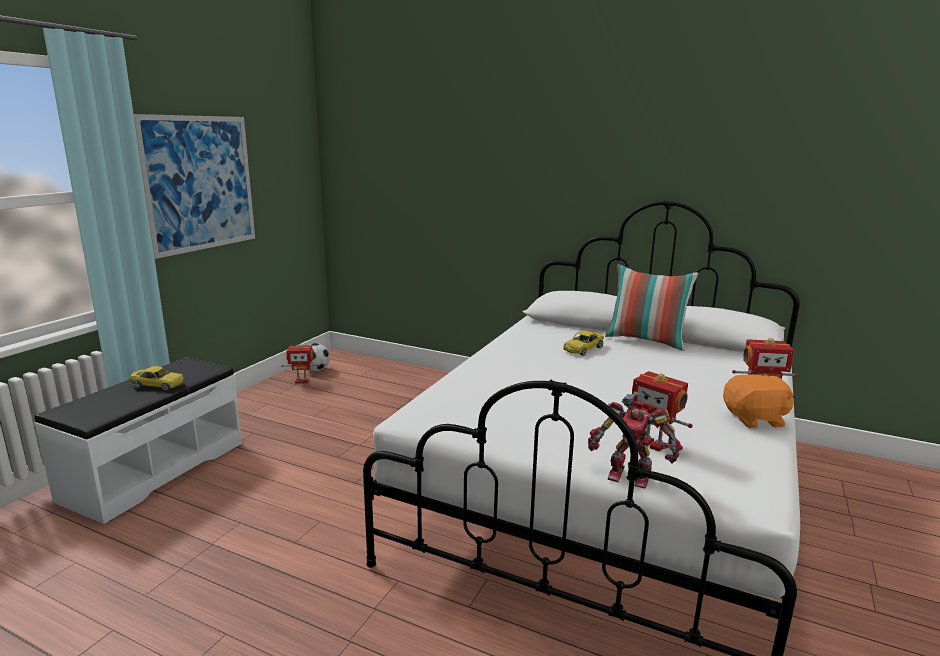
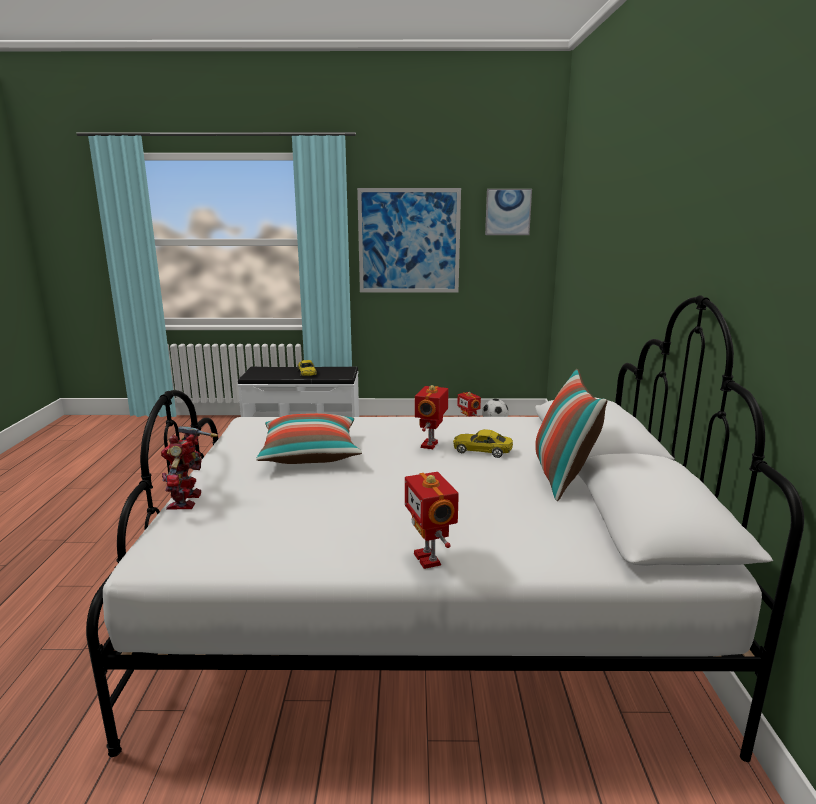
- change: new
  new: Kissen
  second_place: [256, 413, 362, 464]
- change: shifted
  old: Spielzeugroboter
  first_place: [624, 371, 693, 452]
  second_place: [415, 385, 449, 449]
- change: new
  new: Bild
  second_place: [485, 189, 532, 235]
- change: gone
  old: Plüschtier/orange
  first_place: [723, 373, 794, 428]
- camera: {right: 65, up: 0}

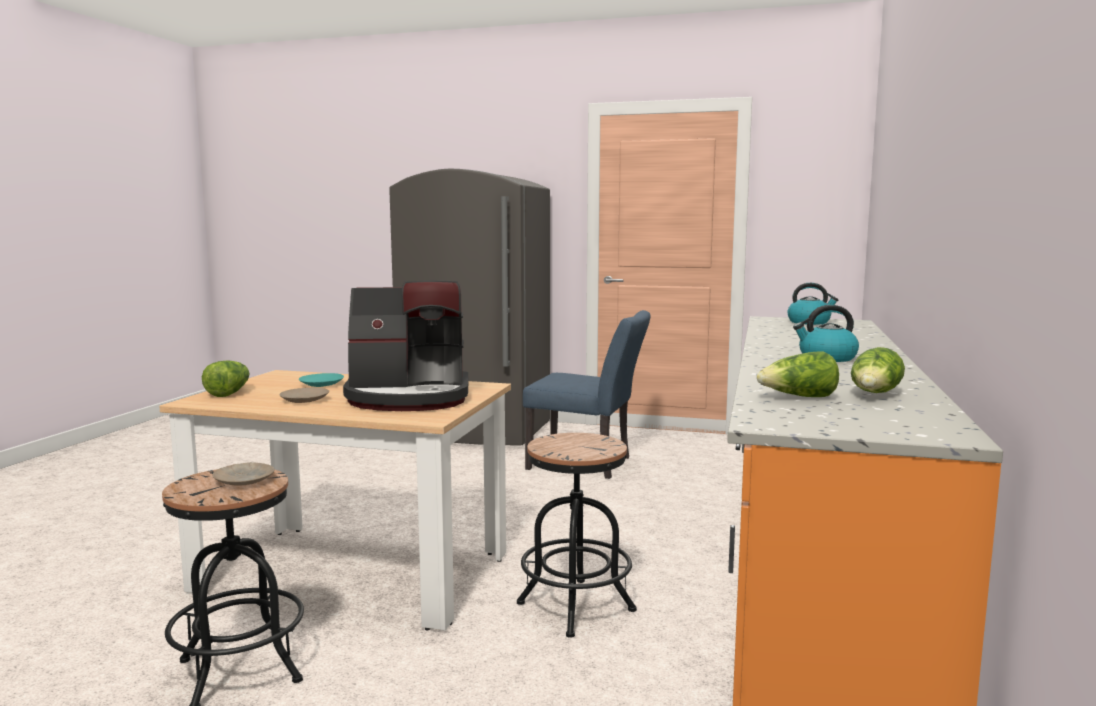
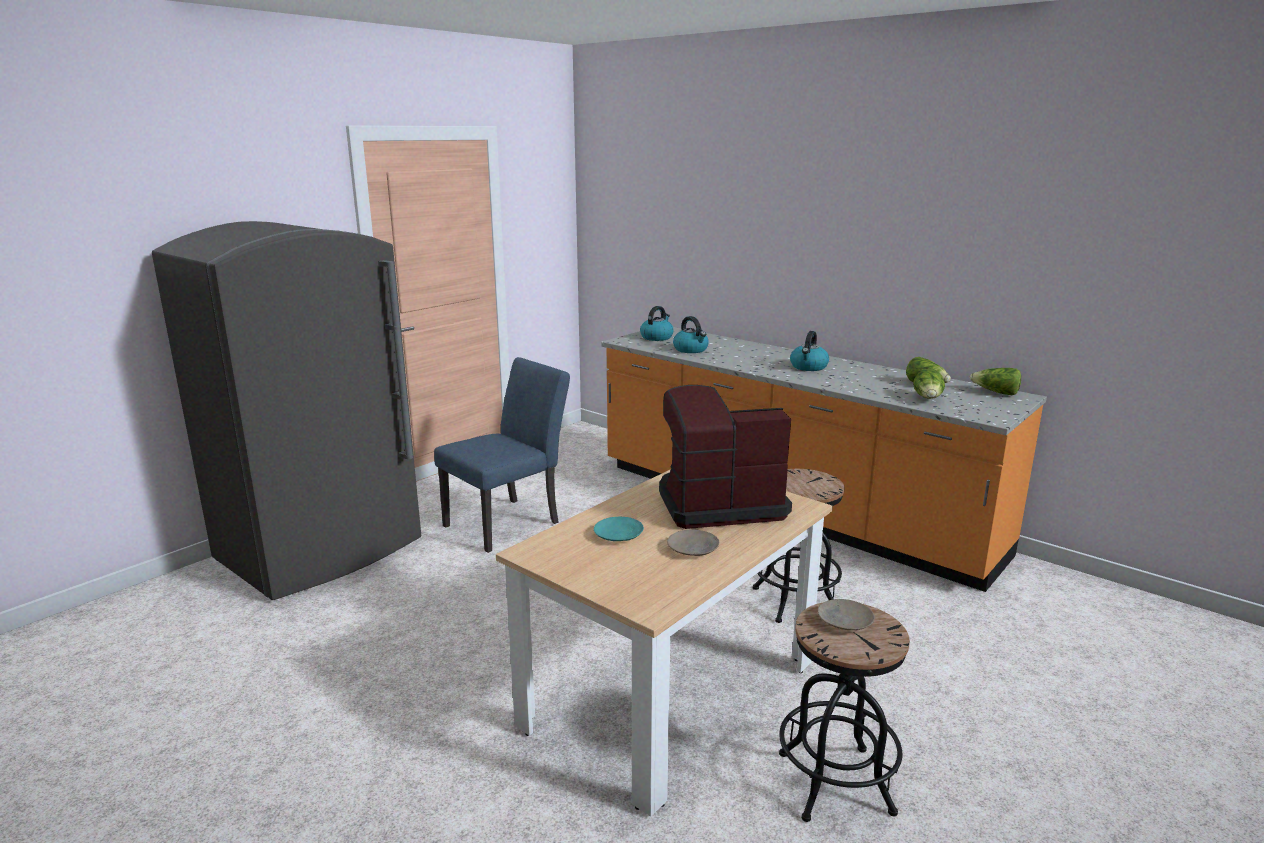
- change: rotated
  old: Kaffeemaschine
  first_place: [343, 280, 468, 411]
  second_place: [659, 385, 792, 529]
  degrees: -120
- change: new
  new: Wasserkessel
  second_place: [673, 316, 709, 353]
- change: shifted
  old: Salatkopf
  first_place: [202, 360, 250, 397]
  second_place: [970, 368, 1021, 395]
- camera: {right: -65, up: 10}

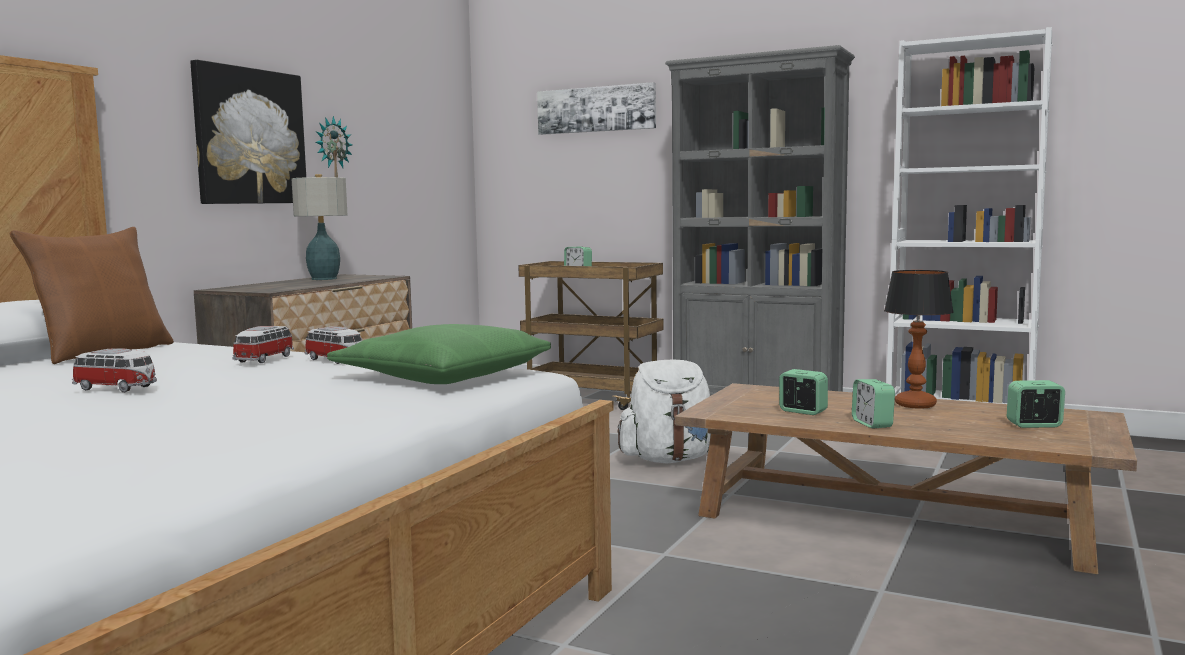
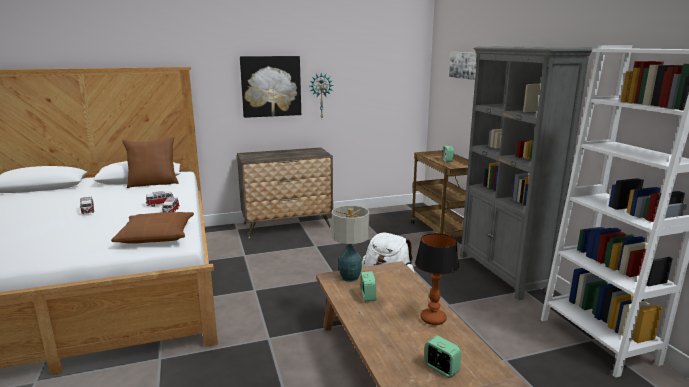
- change: repainted
  old: Kissen/grün
  new: Kissen/braun
  first_place: [327, 324, 551, 384]
  second_place: [111, 212, 194, 244]
- change: shifted
  old: Tischlampe
  first_place: [292, 174, 347, 280]
  second_place: [332, 205, 369, 282]
- change: gone
  old: Wecker
  first_place: [852, 379, 895, 428]
- camera: {right: 45, up: 10}

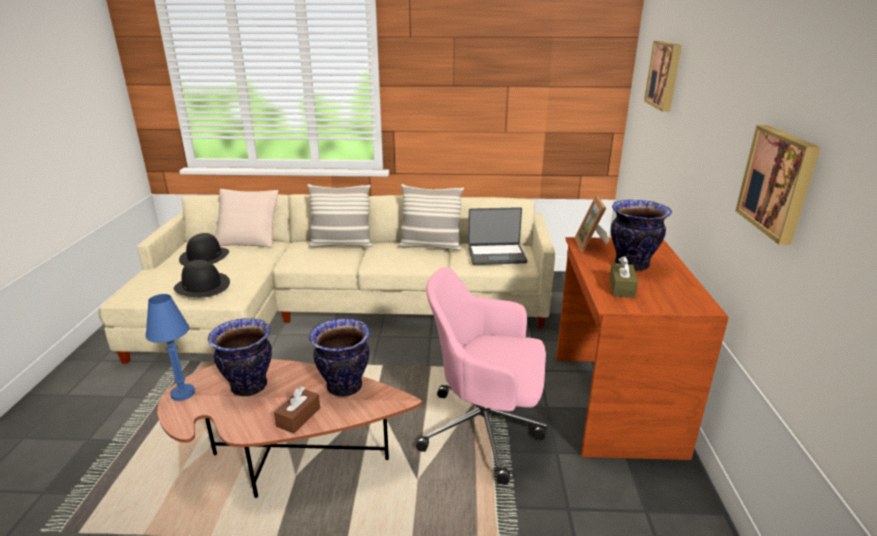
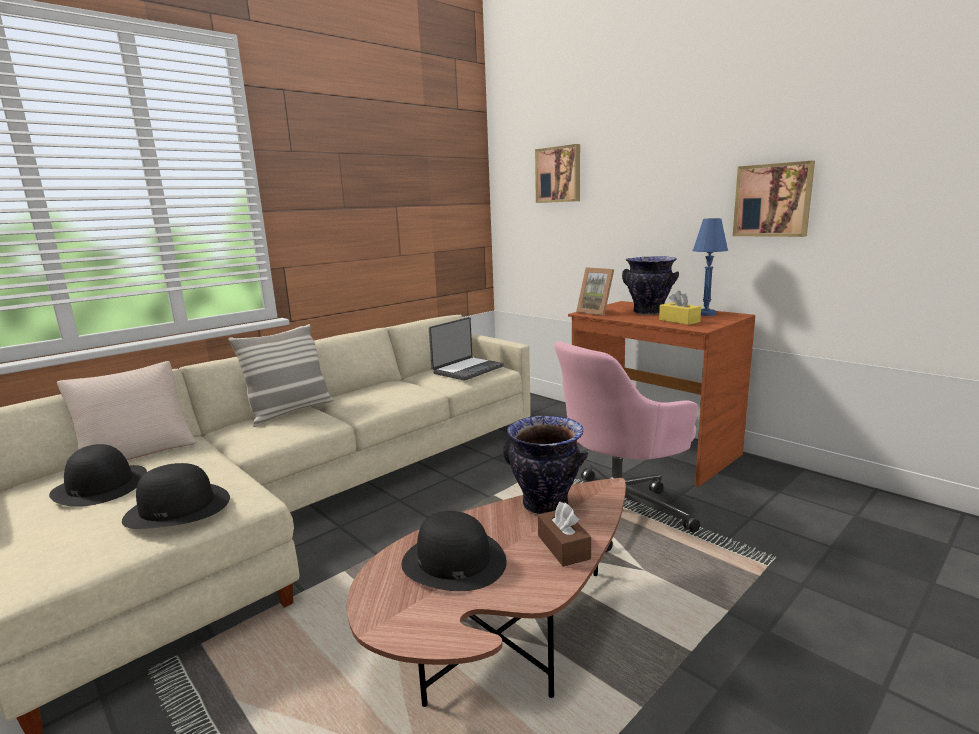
- change: swapped
  old: Vase
  new: Hut/schwarz
  first_place: [208, 318, 272, 396]
  second_place: [402, 511, 507, 591]
- change: repainted
  old: Taschentuchbox/braun
  new: Taschentuchbox/gelb
  first_place: [610, 256, 638, 298]
  second_place: [659, 291, 701, 325]
- change: shifted
  old: Tischlampe/blau
  first_place: [146, 294, 195, 401]
  second_place: [693, 218, 728, 316]
- change: gone
  old: Kissen
  first_place: [398, 184, 464, 250]
- camera: {right: -45, up: -10}

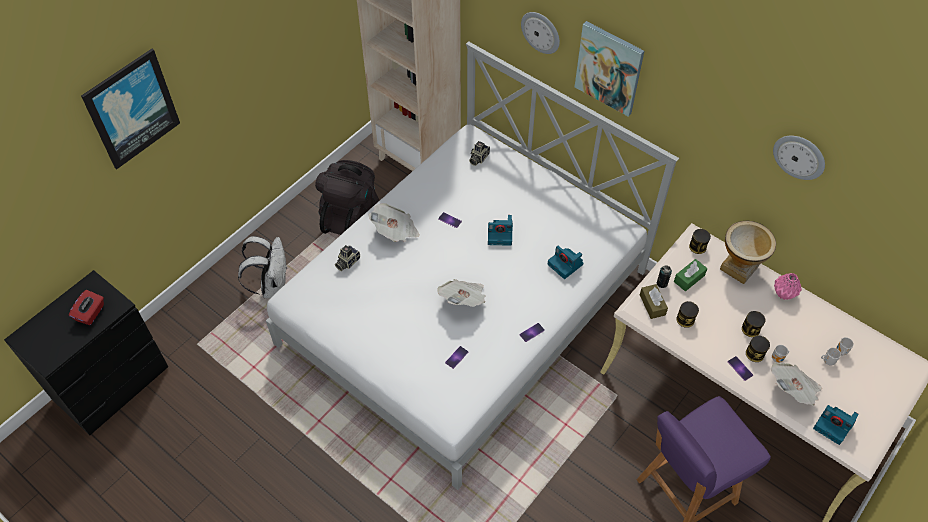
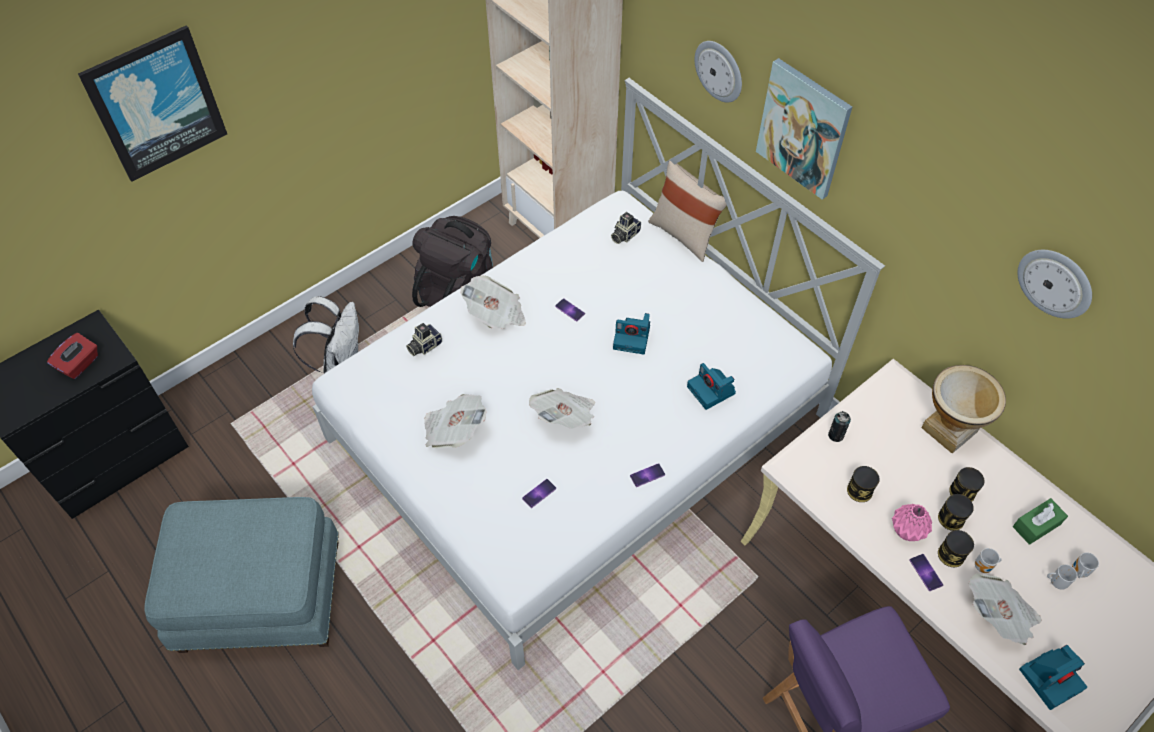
- change: new
  new: Polsterhocker/blau
  second_place: [144, 497, 339, 653]
- change: new
  new: Zeitung
  second_place: [424, 394, 486, 448]
- change: new
  new: Kissen/beige
  second_place: [648, 159, 727, 262]
- change: shifted
  old: Vase/rosa
  first_place: [774, 273, 802, 300]
  second_place: [892, 504, 932, 541]
- change: shifted
  old: Dose
  first_place: [689, 229, 711, 254]
  second_place: [949, 467, 985, 502]
- change: shifted
  old: Taschentuchbox/grün
  first_place: [674, 259, 707, 291]
  second_place: [1013, 498, 1068, 545]
- change: rotated
  old: Kamera
  first_place: [813, 405, 858, 445]
  second_place: [1019, 645, 1087, 710]
  degrees: -75
- change: gone
  old: Taschentuchbox/braun
  first_place: [640, 284, 668, 319]
- camera: {right: 10, up: 0}

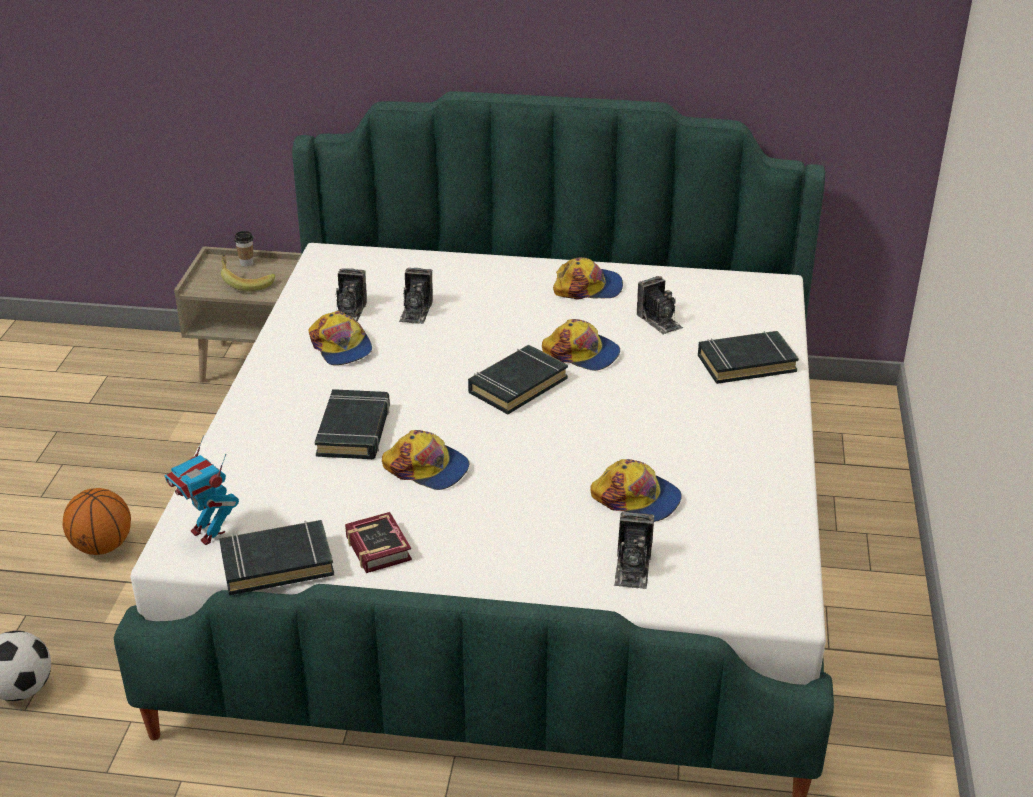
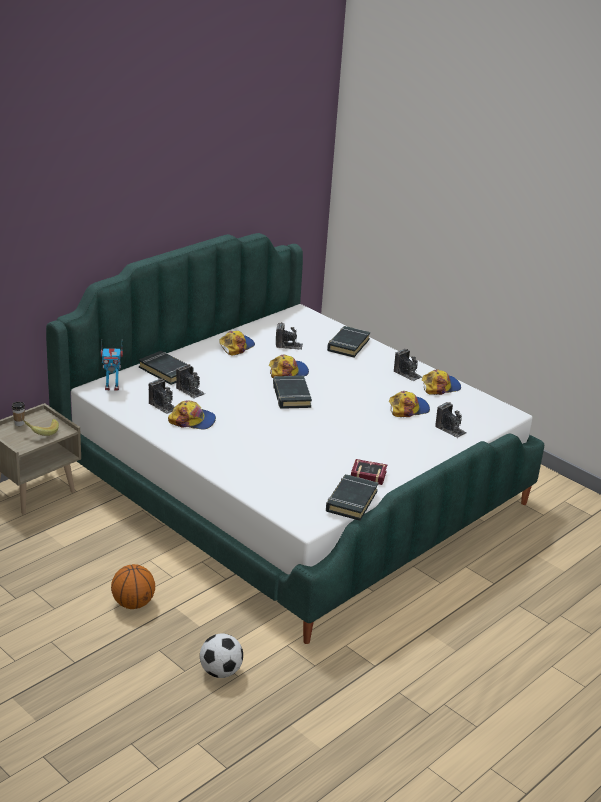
- change: shifted
  old: Spielzeugroboter
  first_place: [164, 436, 239, 545]
  second_place: [101, 346, 123, 390]
- change: shifted
  old: Buch/schwarz
  first_place: [315, 389, 390, 459]
  second_place: [139, 351, 193, 385]
- change: new
  new: Kamera
  second_place: [394, 349, 422, 381]
- change: shifted
  old: Kappe
  first_place: [382, 430, 469, 490]
  second_place: [422, 369, 461, 395]
- camera: {right: -55, up: -5}

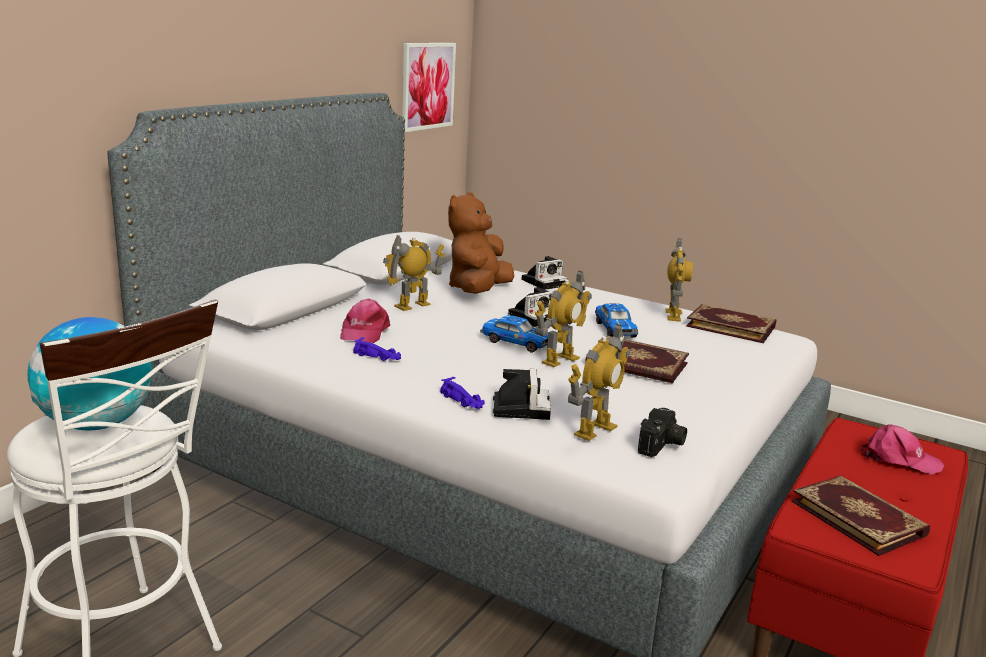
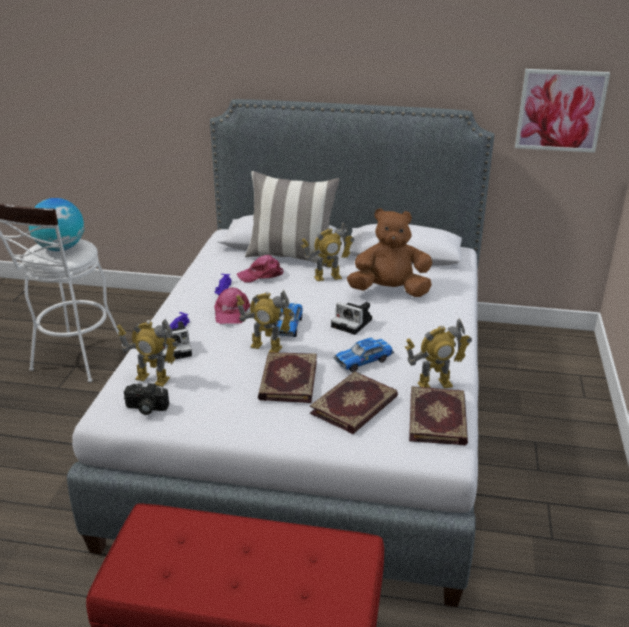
- change: shifted
  old: Kappe/rosa
  first_place: [861, 424, 944, 475]
  second_place: [214, 287, 250, 324]
- change: new
  new: Kissen
  second_place: [245, 171, 340, 268]
- change: rotated
  old: Spielzeugroboter
  first_place: [383, 235, 445, 311]
  second_place: [301, 222, 355, 281]
  degrees: 135
- change: shifted
  old: Buch
  first_place: [791, 476, 930, 556]
  second_place: [310, 371, 398, 434]
- change: gone
  old: Kamera
  first_place: [522, 256, 568, 290]
- camera: {right: 70, up: 10}

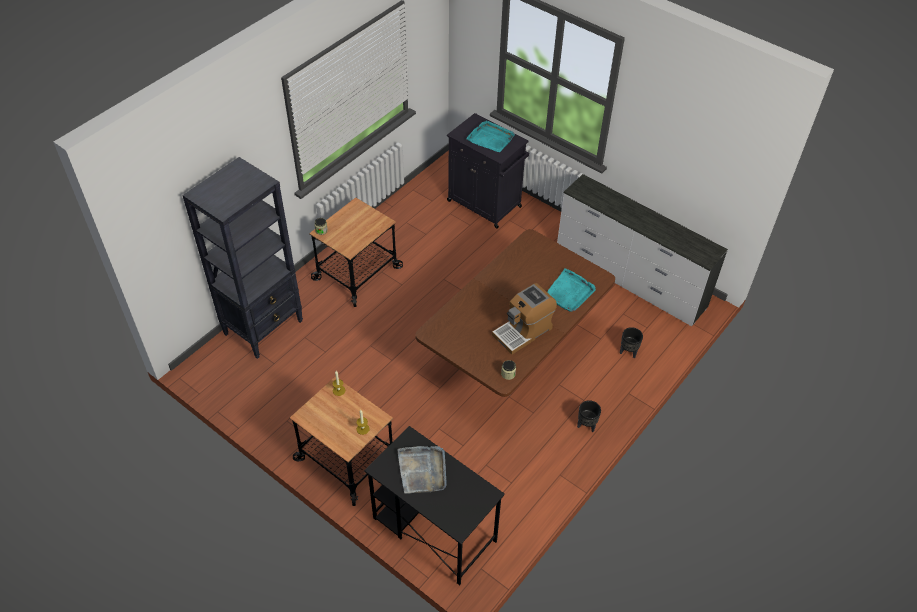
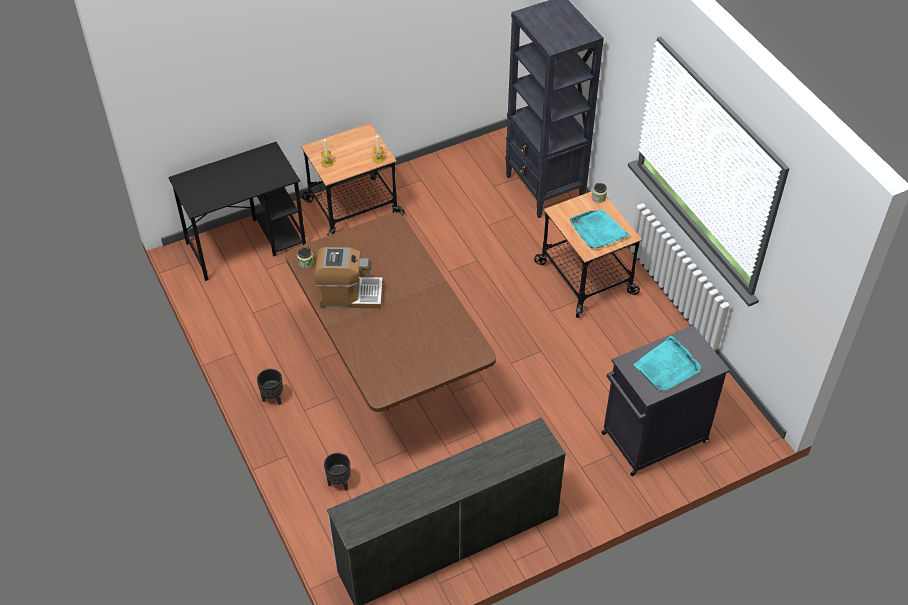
- change: rotated
  old: Kaffeemaschine
  first_place: [492, 283, 557, 355]
  second_place: [314, 247, 383, 308]
  degrees: 105
- change: shifted
  old: Tablett/türkis
  first_place: [547, 268, 596, 312]
  second_place: [570, 209, 630, 248]
- change: gone
  old: Tablett/grau
  first_place: [397, 446, 447, 493]
- camera: {right: 115, up: 0}

